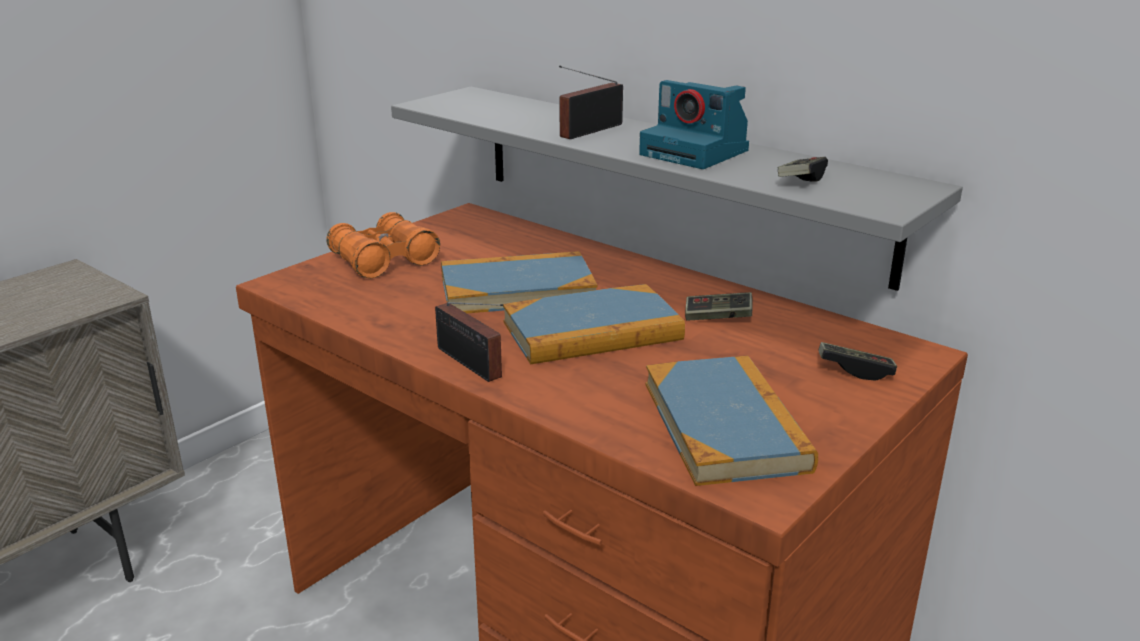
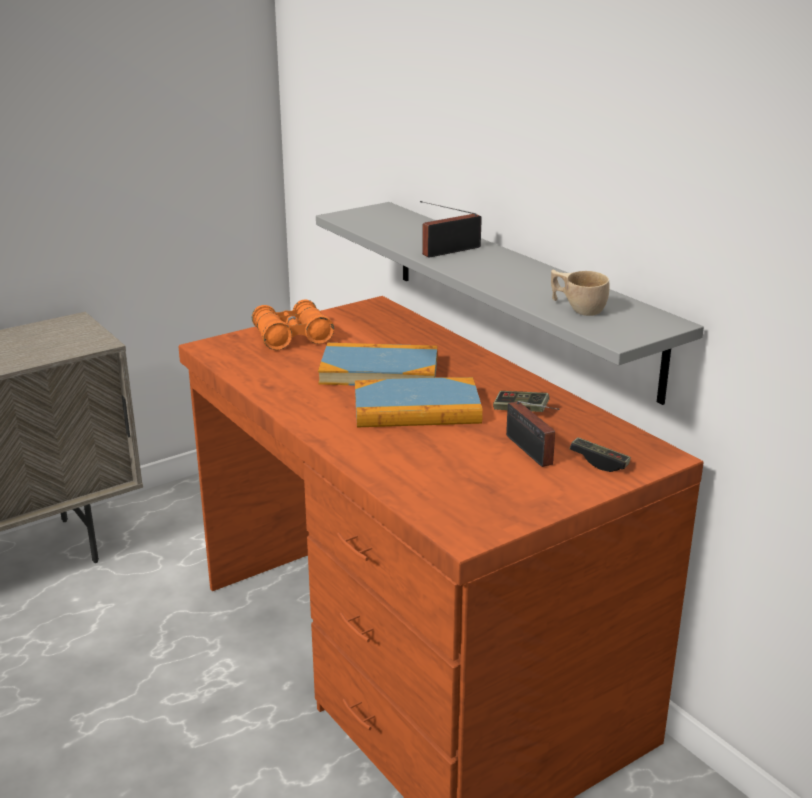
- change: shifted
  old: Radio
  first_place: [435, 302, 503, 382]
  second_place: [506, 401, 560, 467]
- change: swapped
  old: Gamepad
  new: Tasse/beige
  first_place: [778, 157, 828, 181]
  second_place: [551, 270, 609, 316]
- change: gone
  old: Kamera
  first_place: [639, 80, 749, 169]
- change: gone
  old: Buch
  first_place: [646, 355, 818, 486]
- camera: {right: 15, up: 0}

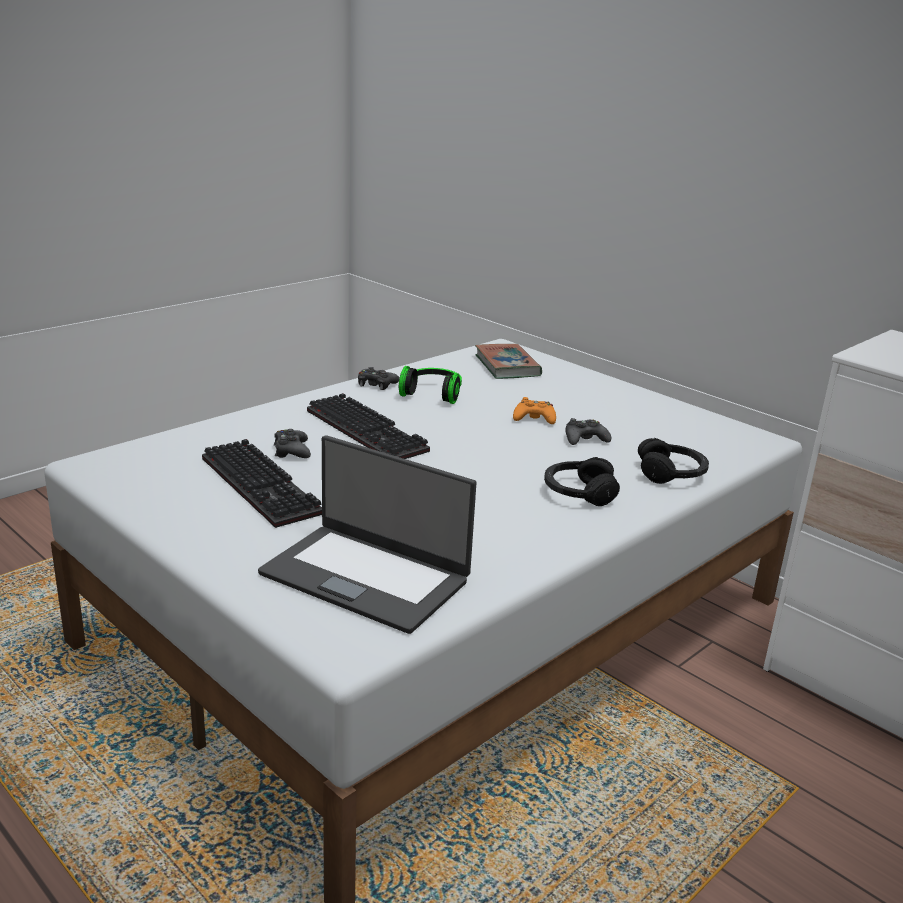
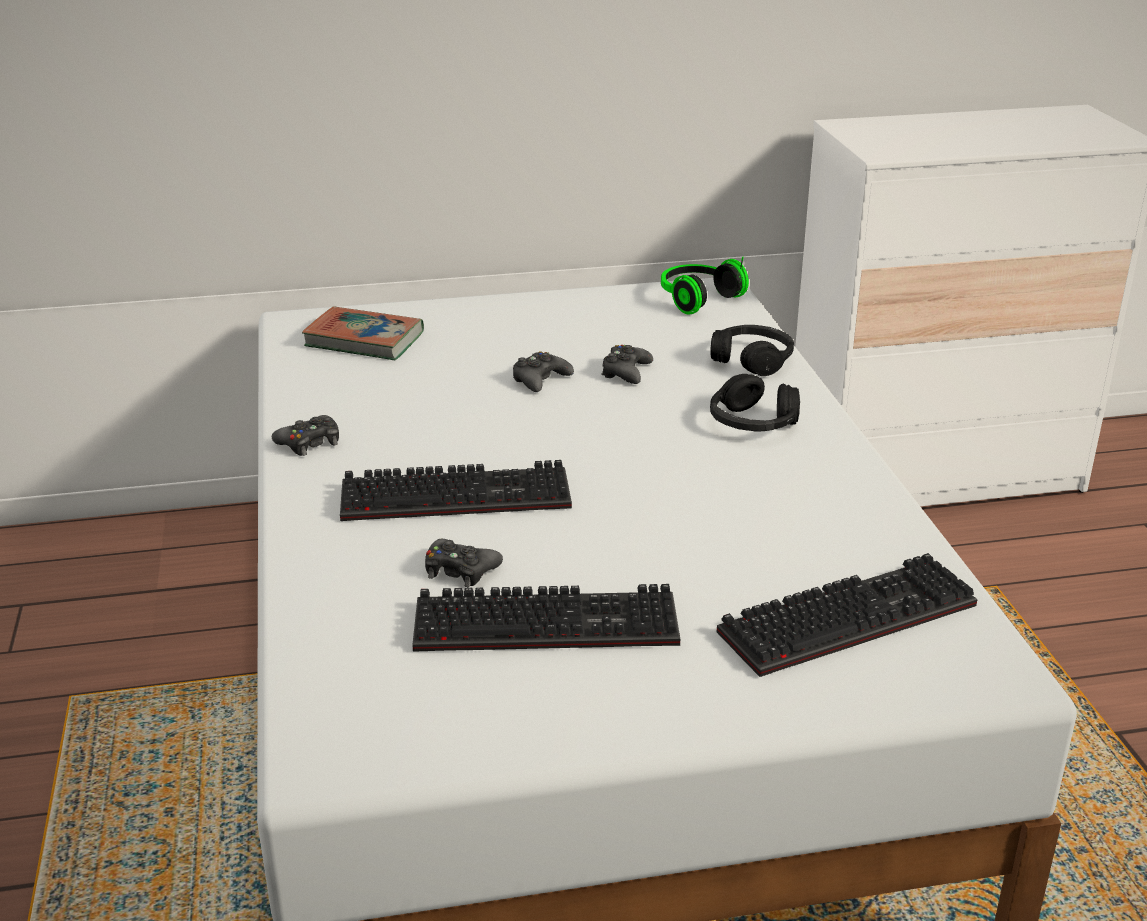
- change: repainted
  old: Gamepad/orange
  new: Gamepad/schwarz
  first_place: [513, 397, 556, 424]
  second_place: [513, 351, 574, 392]
- change: shifted
  old: Kopfhörer
  first_place: [399, 366, 462, 404]
  second_place: [661, 256, 749, 315]
- change: swapped
  old: Laptop
  new: Tastatur
  first_place: [258, 435, 477, 634]
  second_place: [717, 553, 977, 677]
- camera: {right: -55, up: 5}

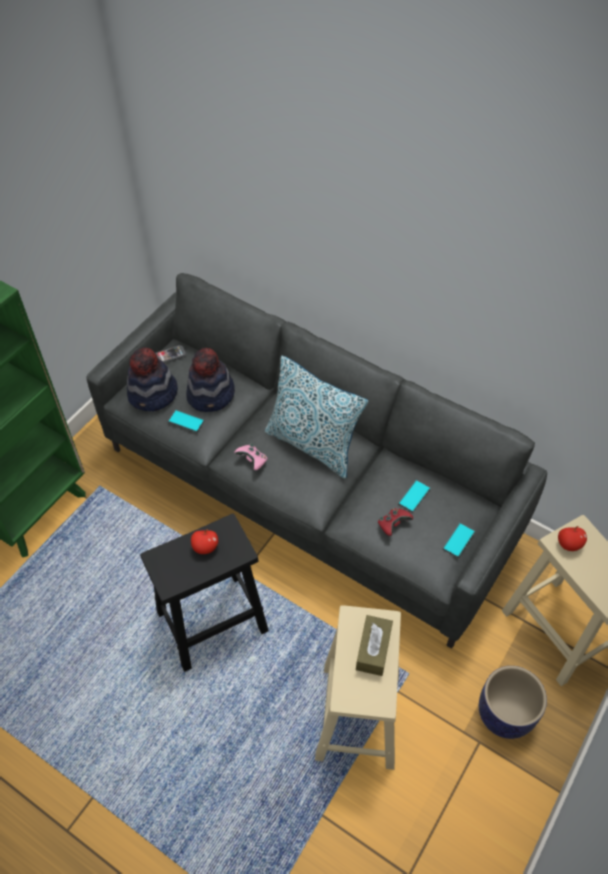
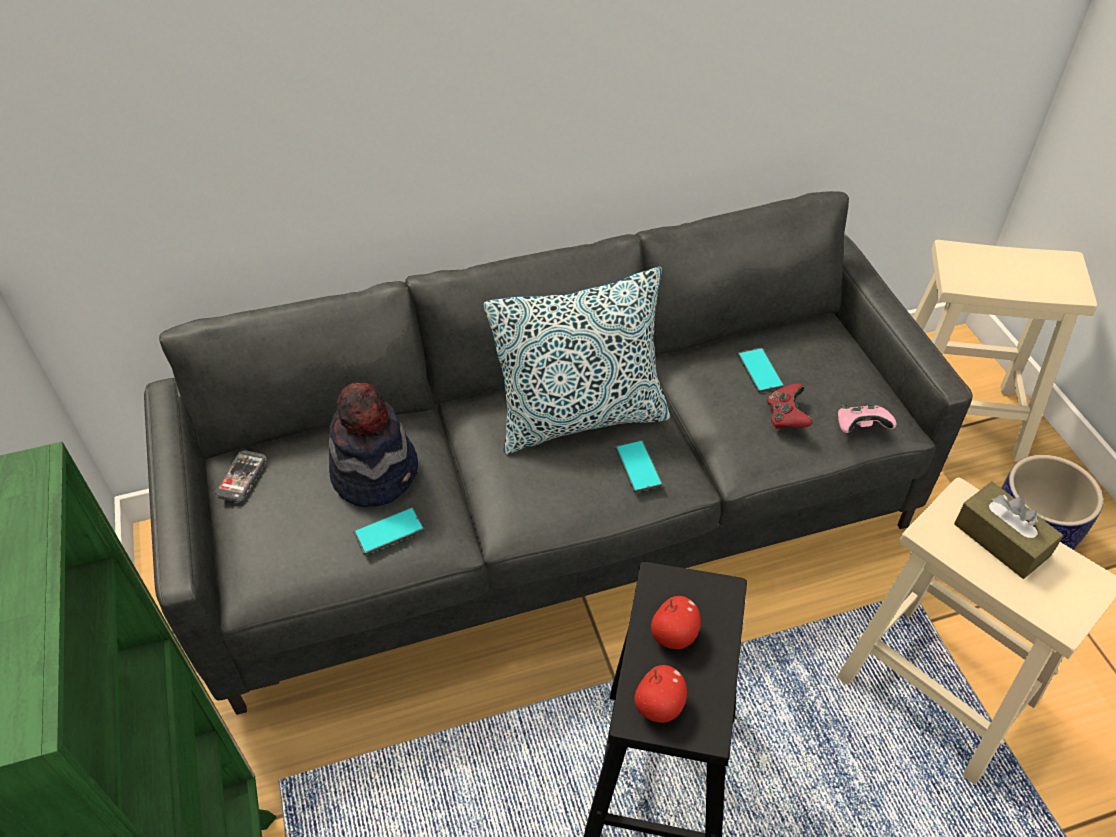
- change: shifted
  old: Handy
  first_place: [443, 522, 475, 558]
  second_place: [615, 440, 662, 493]
- change: shifted
  old: Apfel
  first_place: [558, 526, 587, 551]
  second_place: [635, 665, 687, 723]
- change: shifted
  old: Gamepad/rosa
  first_place: [234, 444, 268, 470]
  second_place: [838, 404, 897, 433]
- change: gone
  old: Hut
  first_place: [127, 347, 178, 411]
- camera: {right: -50, up: -5}

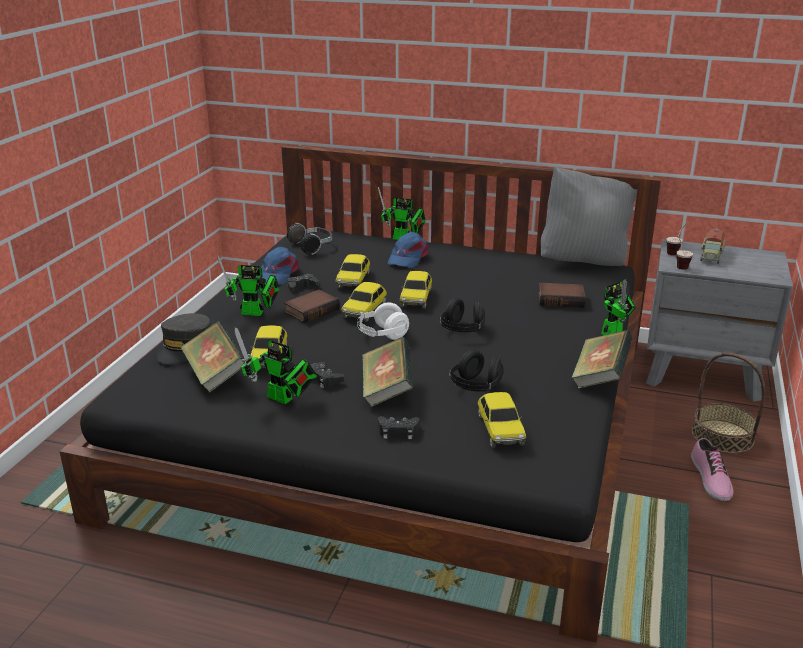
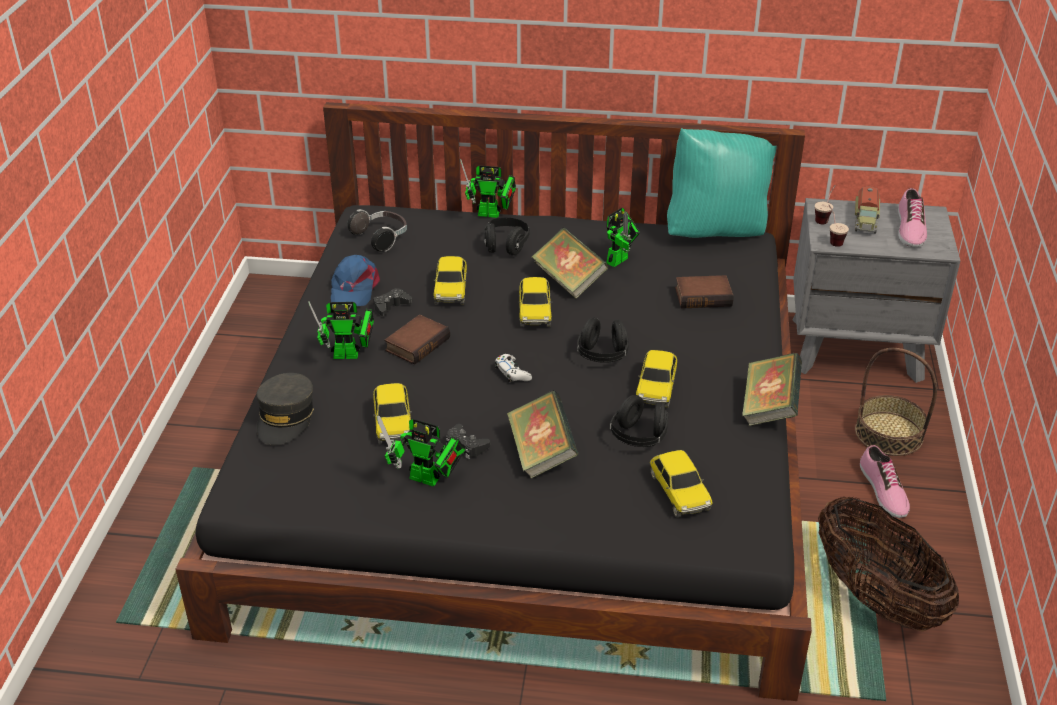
- change: swapped
  old: Kappe/blau
  new: Kopfhörer/schwarz
  first_place: [388, 232, 428, 268]
  second_place: [484, 218, 530, 256]
- change: swapped
  old: Kopfhörer/weiß
  new: Gamepad/weiß
  first_place: [357, 302, 409, 340]
  second_place: [495, 354, 532, 383]
- change: shifted
  old: Buch
  first_place: [180, 321, 244, 393]
  second_place: [532, 228, 609, 299]
- change: shifted
  old: Spielzeugroboter
  first_place: [601, 279, 636, 335]
  second_place: [606, 208, 640, 267]
- change: shifted
  old: Spielzeugauto
  first_place: [342, 282, 387, 322]
  second_place: [636, 350, 677, 408]
- change: repainted
  old: Kissen/grau
  new: Kissen/türkis
  first_place: [541, 166, 638, 266]
  second_place: [667, 128, 777, 238]
- change: new
  new: Korb
  second_place: [818, 496, 959, 632]
- change: new
  new: Schuh
  second_place: [898, 188, 927, 247]
- change: gone
  old: Gamepad/schwarz
  first_place: [378, 416, 420, 439]
- camera: {right: -10, up: 10}

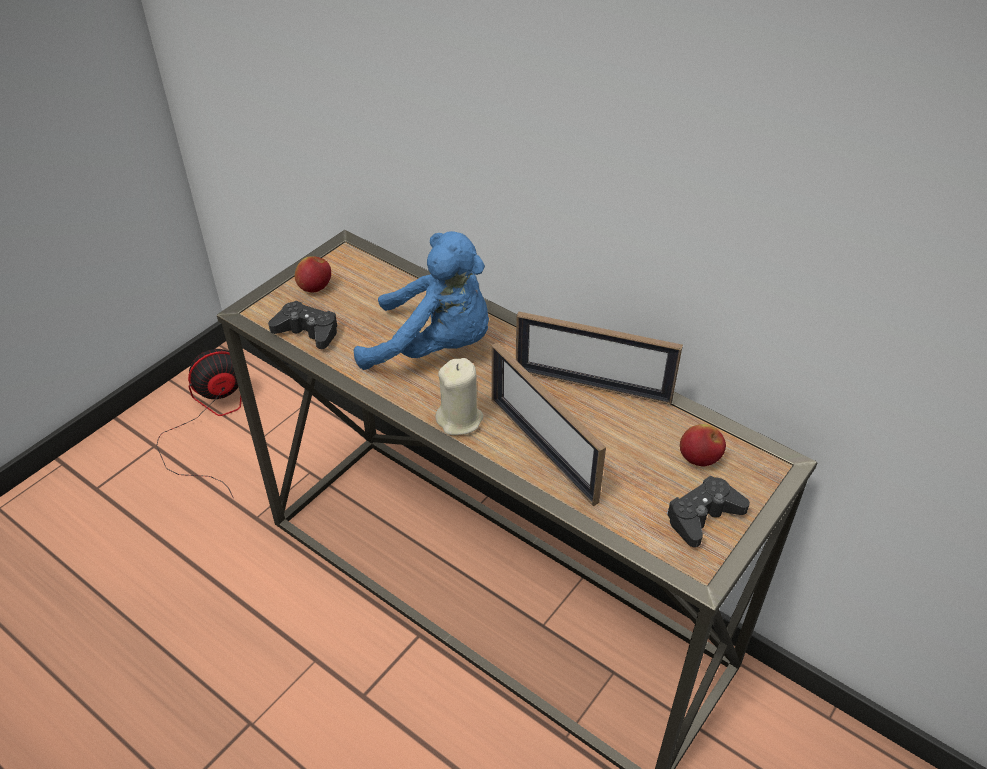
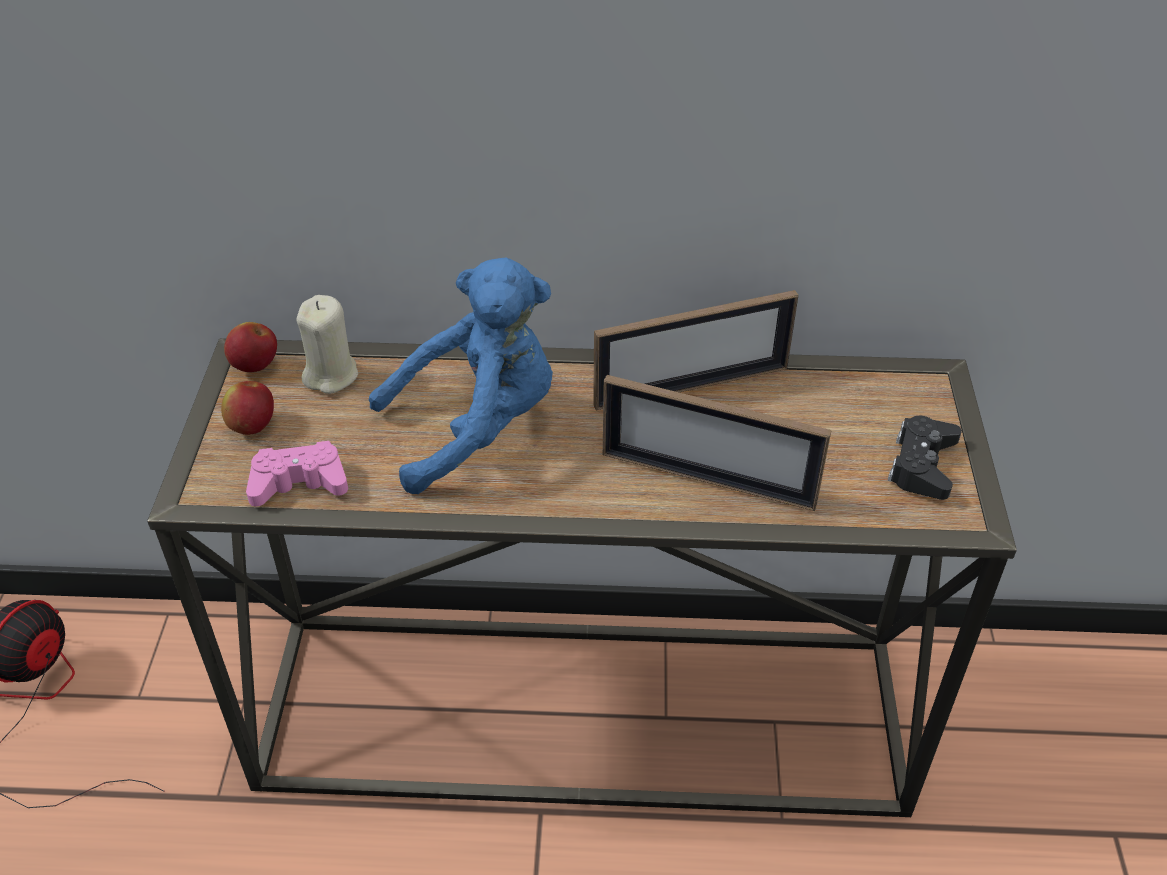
- change: shifted
  old: Apfel
  first_place: [680, 424, 726, 466]
  second_place: [224, 322, 277, 372]
- change: repainted
  old: Gamepad/schwarz
  new: Gamepad/rosa
  first_place: [268, 301, 338, 349]
  second_place: [246, 441, 348, 506]
- change: shifted
  old: Kerze/beige
  first_place: [436, 358, 483, 435]
  second_place: [297, 295, 358, 394]
- camera: {right: -35, up: 0}

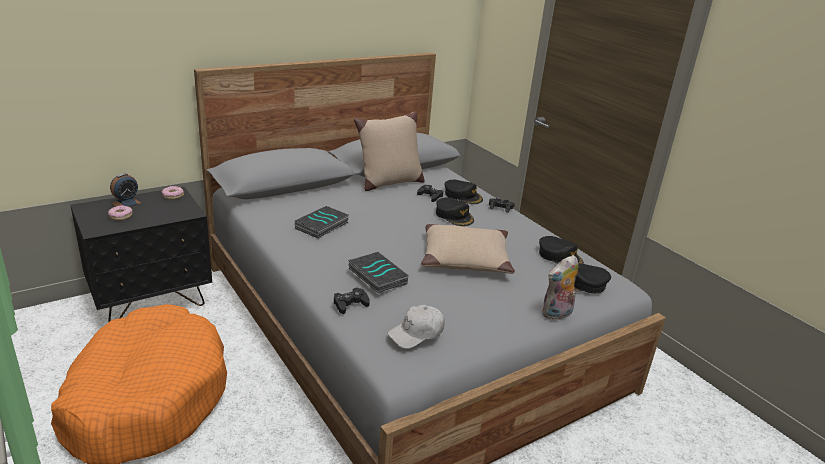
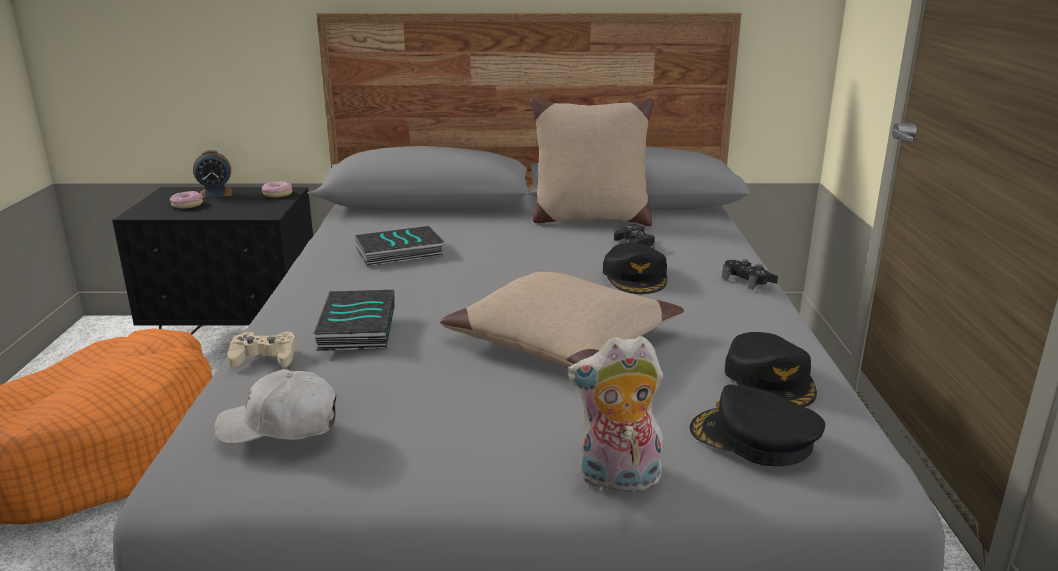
- change: repainted
  old: Gamepad/schwarz
  new: Gamepad/beige
  first_place: [334, 287, 370, 314]
  second_place: [227, 332, 296, 368]
- change: gone
  old: Kappe/schwarz
  first_place: [444, 180, 483, 204]
- camera: {right: 35, up: -5}

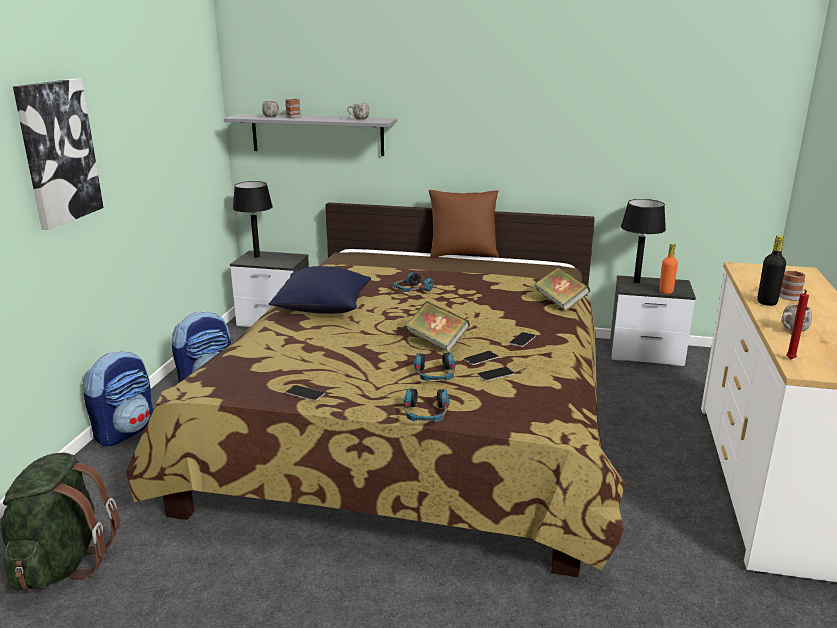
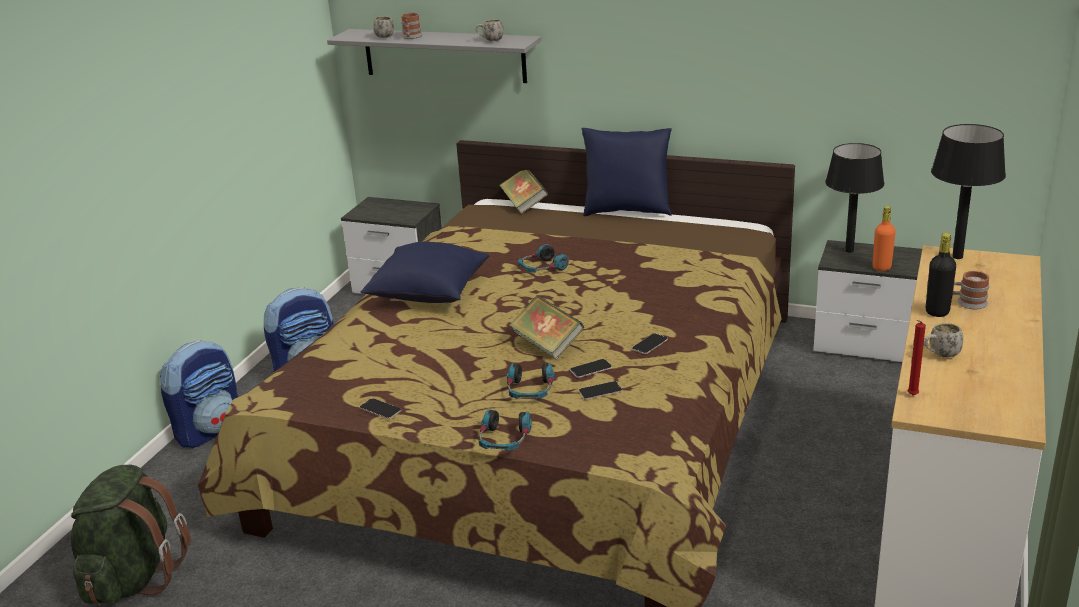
- change: shifted
  old: Buch
  first_place: [535, 267, 590, 311]
  second_place: [499, 170, 548, 214]
- change: repainted
  old: Kissen/braun
  new: Kissen/blau
  first_place: [429, 190, 499, 259]
  second_place: [582, 128, 672, 216]
- change: shifted
  old: Tischlampe/schwarz
  first_place: [233, 181, 273, 258]
  second_place: [931, 124, 1006, 259]
- change: gone
  old: Bild
  first_place: [13, 78, 104, 230]
- camera: {right: 10, up: 5}

